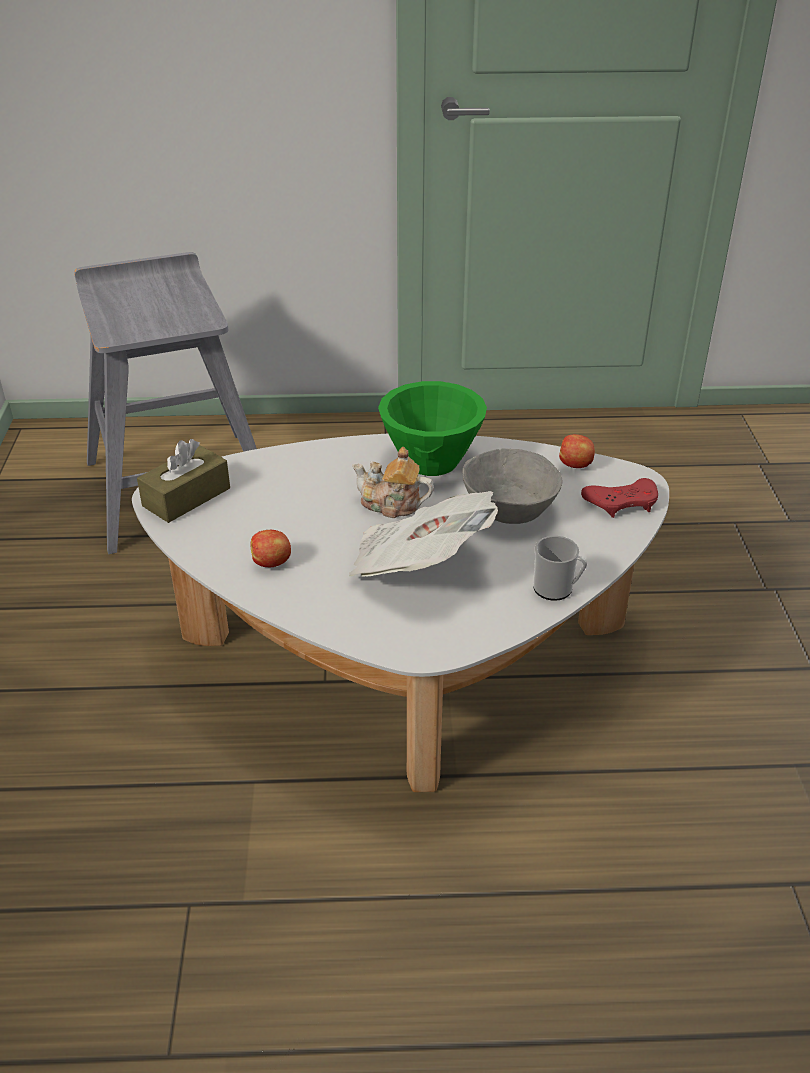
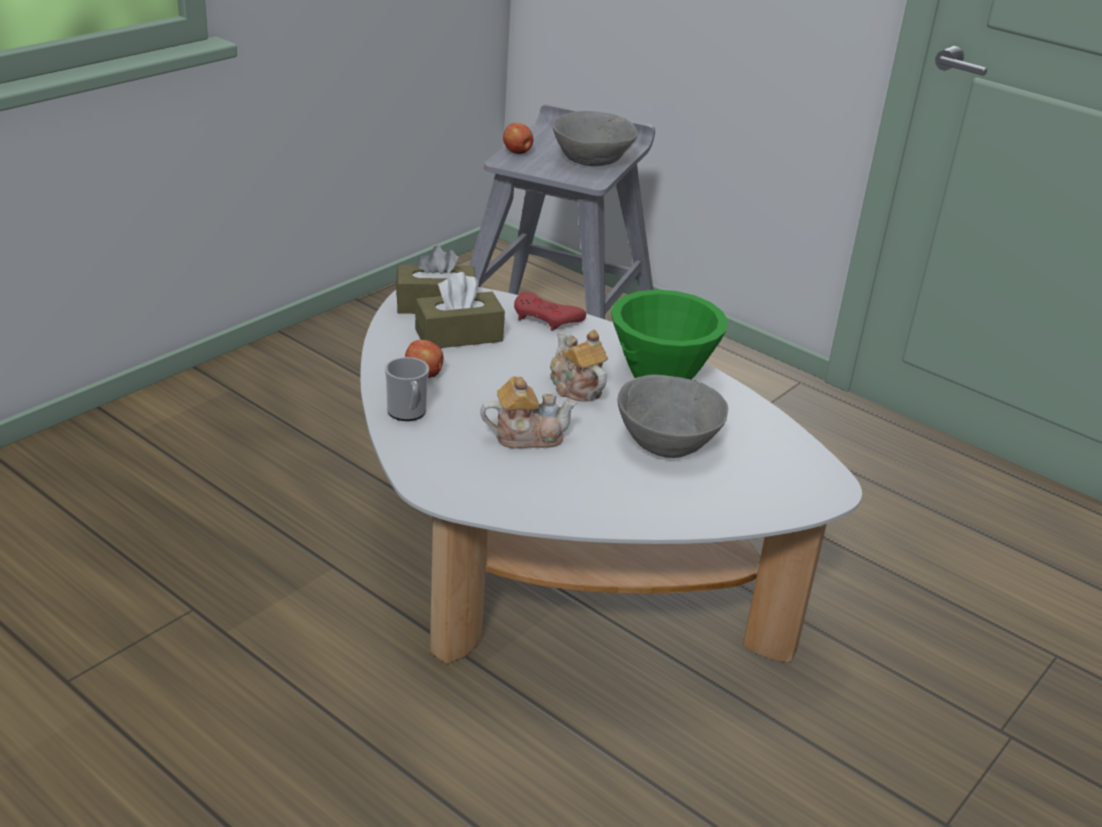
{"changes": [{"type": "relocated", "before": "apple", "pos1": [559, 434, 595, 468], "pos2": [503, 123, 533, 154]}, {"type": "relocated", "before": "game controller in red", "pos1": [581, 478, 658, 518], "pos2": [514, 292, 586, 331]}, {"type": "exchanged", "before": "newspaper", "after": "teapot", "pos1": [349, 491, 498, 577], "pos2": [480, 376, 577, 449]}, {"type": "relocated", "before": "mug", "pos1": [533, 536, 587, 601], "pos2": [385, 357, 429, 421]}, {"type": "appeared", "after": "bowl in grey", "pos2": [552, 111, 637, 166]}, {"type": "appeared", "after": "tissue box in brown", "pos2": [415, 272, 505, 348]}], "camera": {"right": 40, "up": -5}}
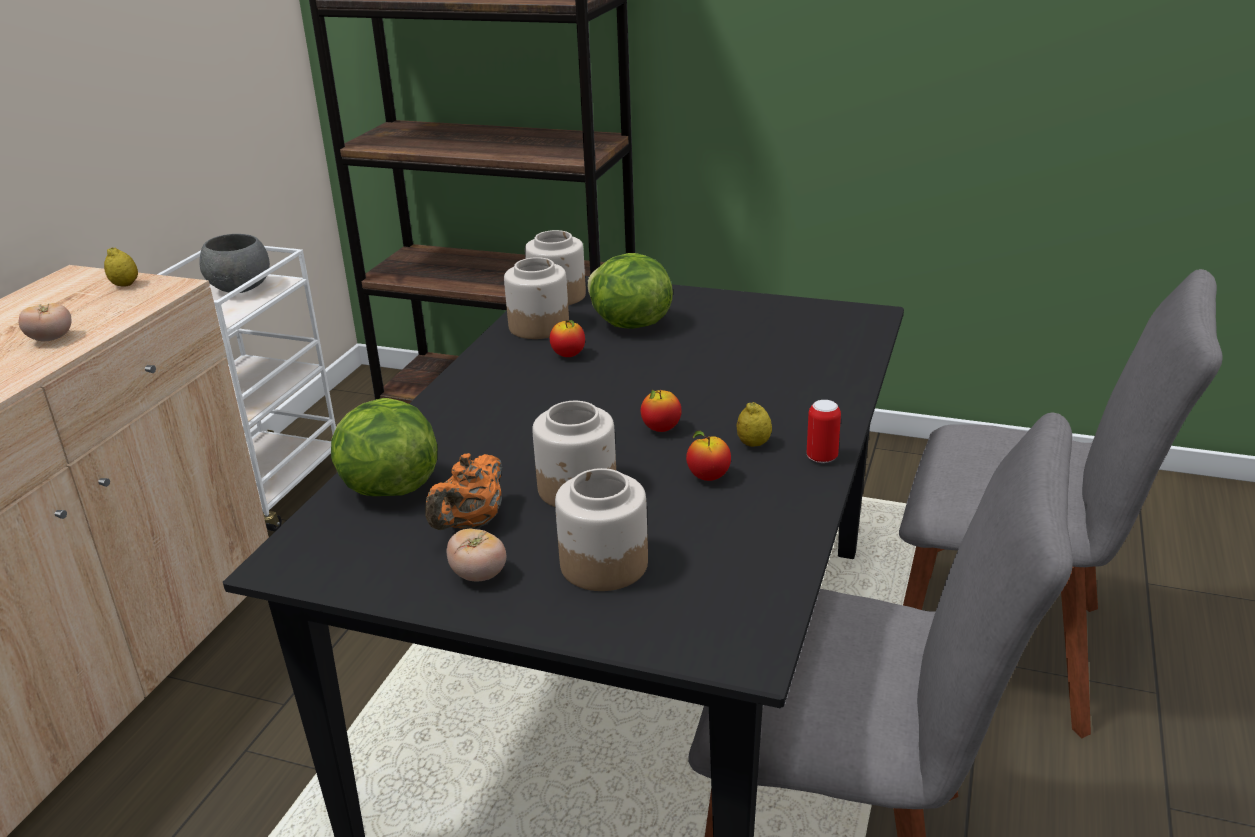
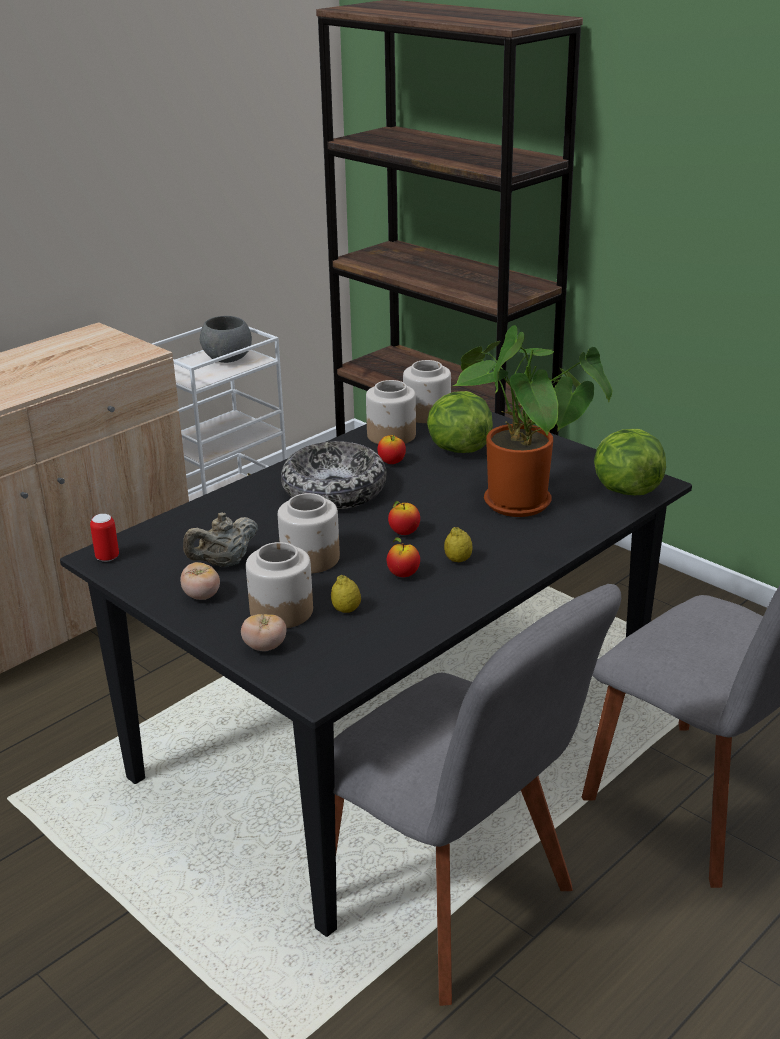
{"changes": [{"type": "relocated", "before": "lemon", "pos1": [104, 247, 138, 287], "pos2": [331, 575, 361, 613]}, {"type": "relocated", "before": "tomato", "pos1": [18, 303, 71, 341], "pos2": [241, 614, 287, 651]}, {"type": "relocated", "before": "lettuce", "pos1": [331, 398, 437, 496], "pos2": [594, 429, 666, 495]}, {"type": "relocated", "before": "can", "pos1": [807, 400, 841, 463], "pos2": [90, 514, 119, 562]}, {"type": "colour", "before": "teapot in orange", "after": "teapot in beige", "pos1": [425, 453, 502, 530], "pos2": [183, 512, 258, 567]}, {"type": "appeared", "after": "potted plant", "pos2": [453, 325, 612, 517]}, {"type": "appeared", "after": "bowl", "pos2": [281, 441, 387, 510]}], "camera": {"right": 25, "up": 0}}
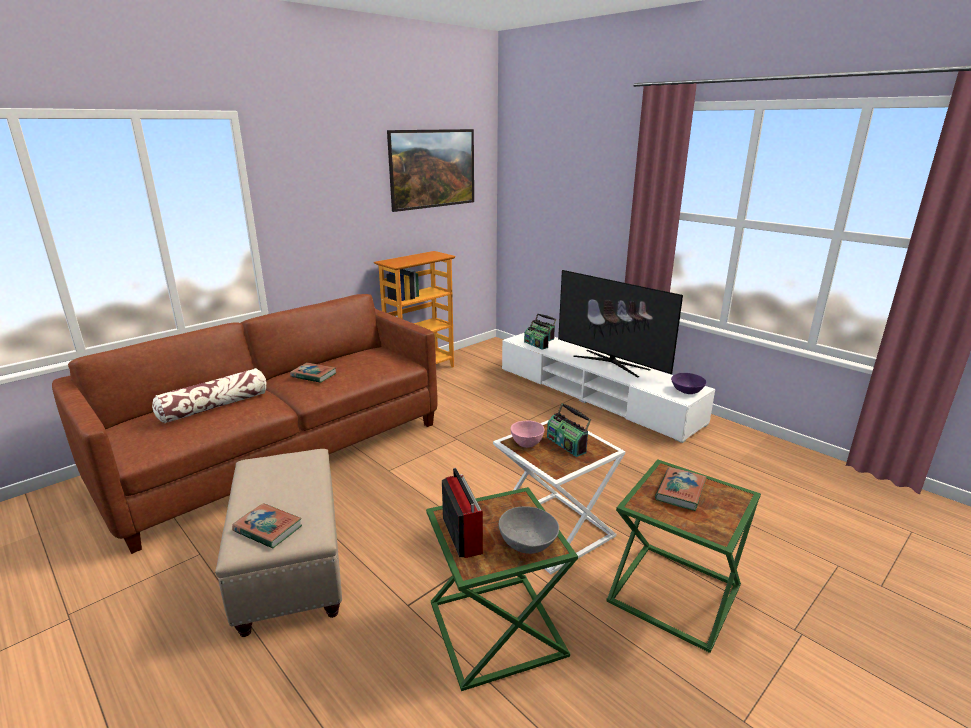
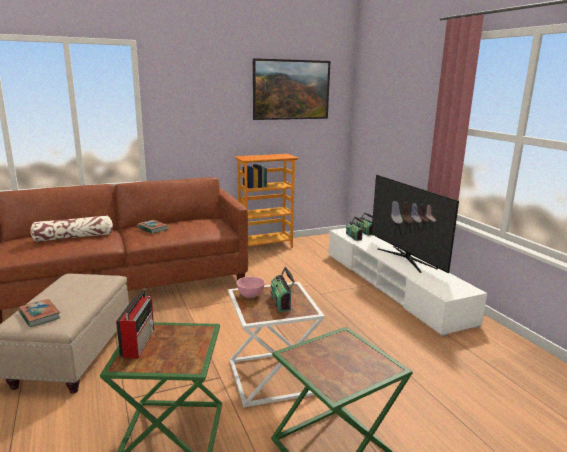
{"changes": [{"type": "missing", "before": "bowl in purple", "pos1": [671, 373, 706, 394]}, {"type": "missing", "before": "book", "pos1": [655, 467, 707, 511]}, {"type": "missing", "before": "bowl in grey", "pos1": [499, 507, 559, 554]}], "camera": {"right": 20, "up": -5}}
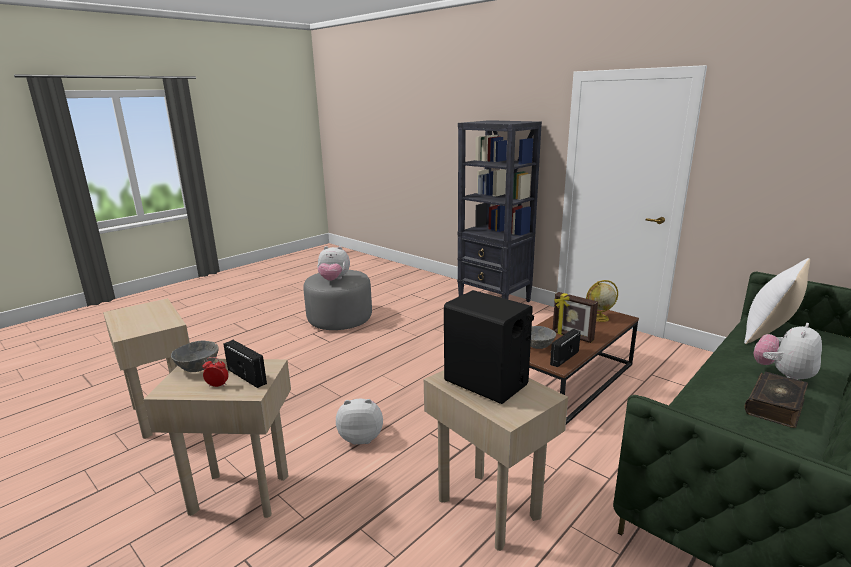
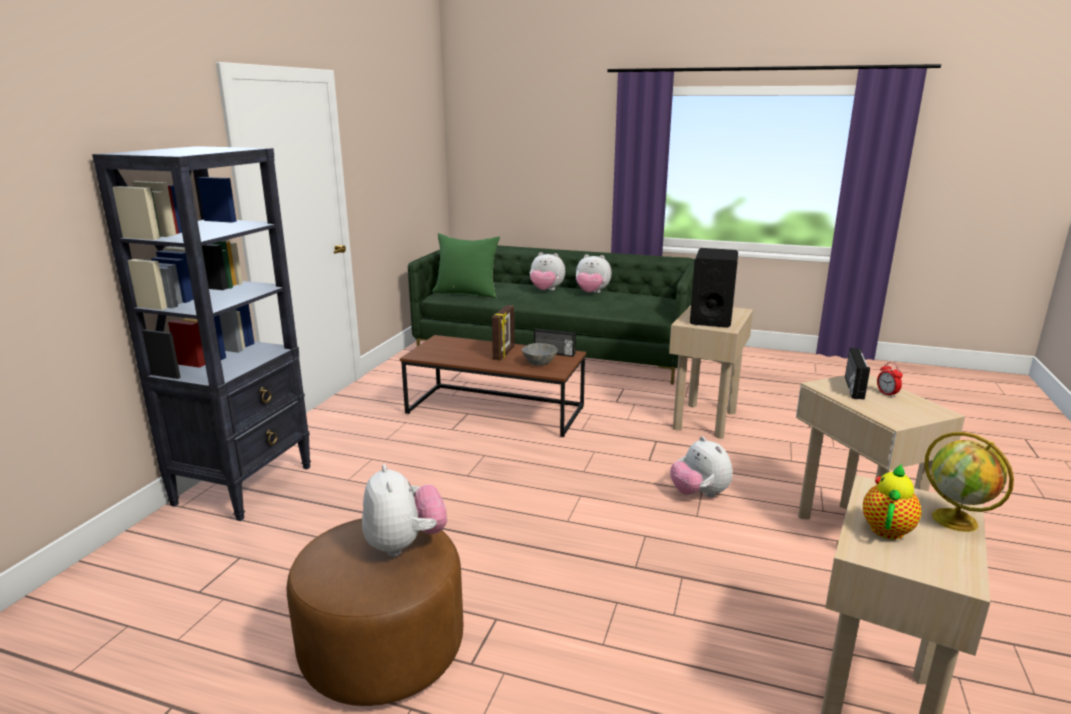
{"changes": [{"type": "colour", "before": "pillow in white", "after": "pillow in green", "pos1": [744, 258, 810, 344], "pos2": [432, 233, 500, 298]}, {"type": "colour", "before": "ottoman in grey", "after": "ottoman in brown", "pos1": [303, 270, 372, 330], "pos2": [287, 518, 463, 706]}, {"type": "relocated", "before": "globe", "pos1": [586, 280, 618, 322], "pos2": [925, 432, 1014, 532]}, {"type": "missing", "before": "bowl in grey", "pos1": [171, 340, 218, 372]}, {"type": "exchanged", "before": "book", "after": "plush toy", "pos1": [745, 372, 808, 428], "pos2": [576, 254, 612, 293]}, {"type": "appeared", "after": "teapot", "pos2": [863, 463, 922, 539]}], "camera": {"right": -115, "up": 0}}
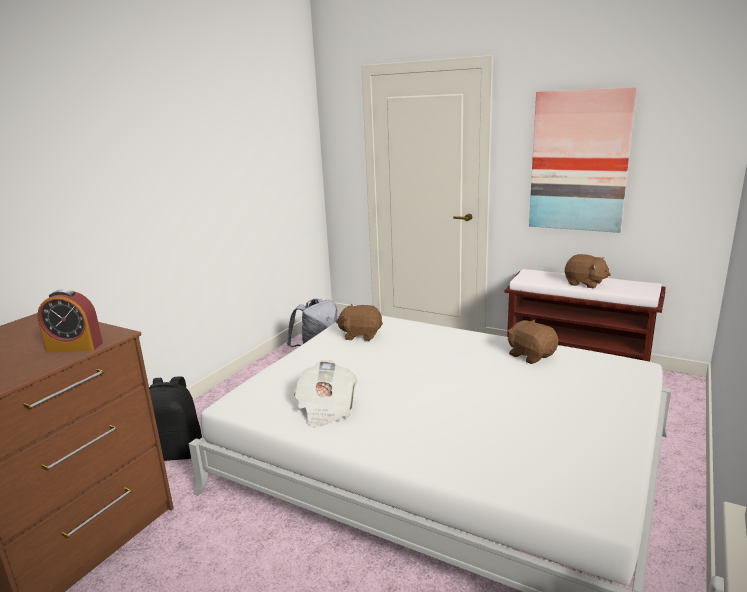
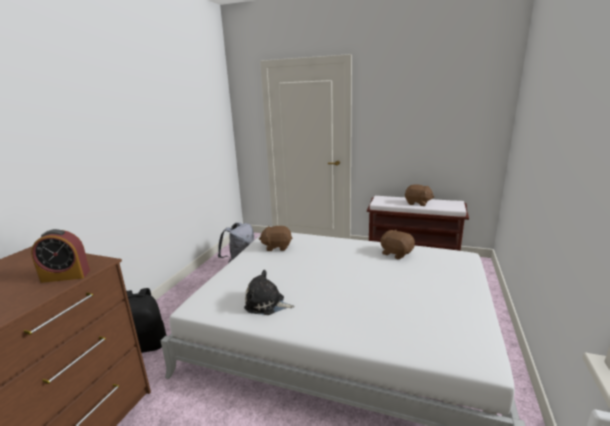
{"changes": [{"type": "missing", "before": "picture", "pos1": [529, 87, 637, 233]}, {"type": "exchanged", "before": "newspaper", "after": "plush toy", "pos1": [294, 360, 357, 427], "pos2": [244, 270, 294, 315]}], "camera": {"right": -10, "up": 0}}
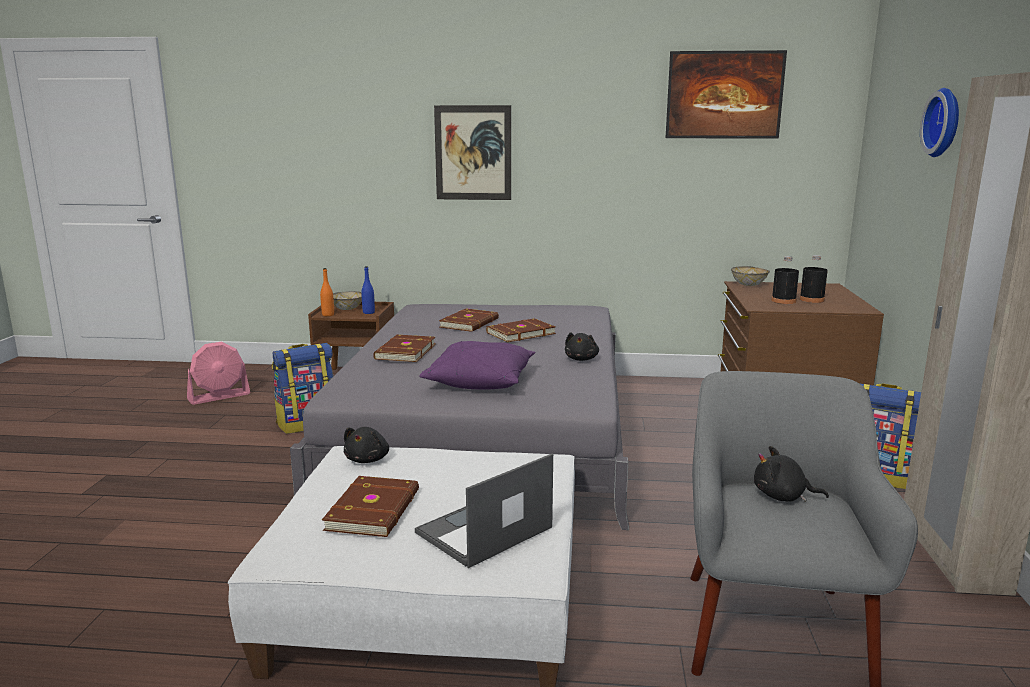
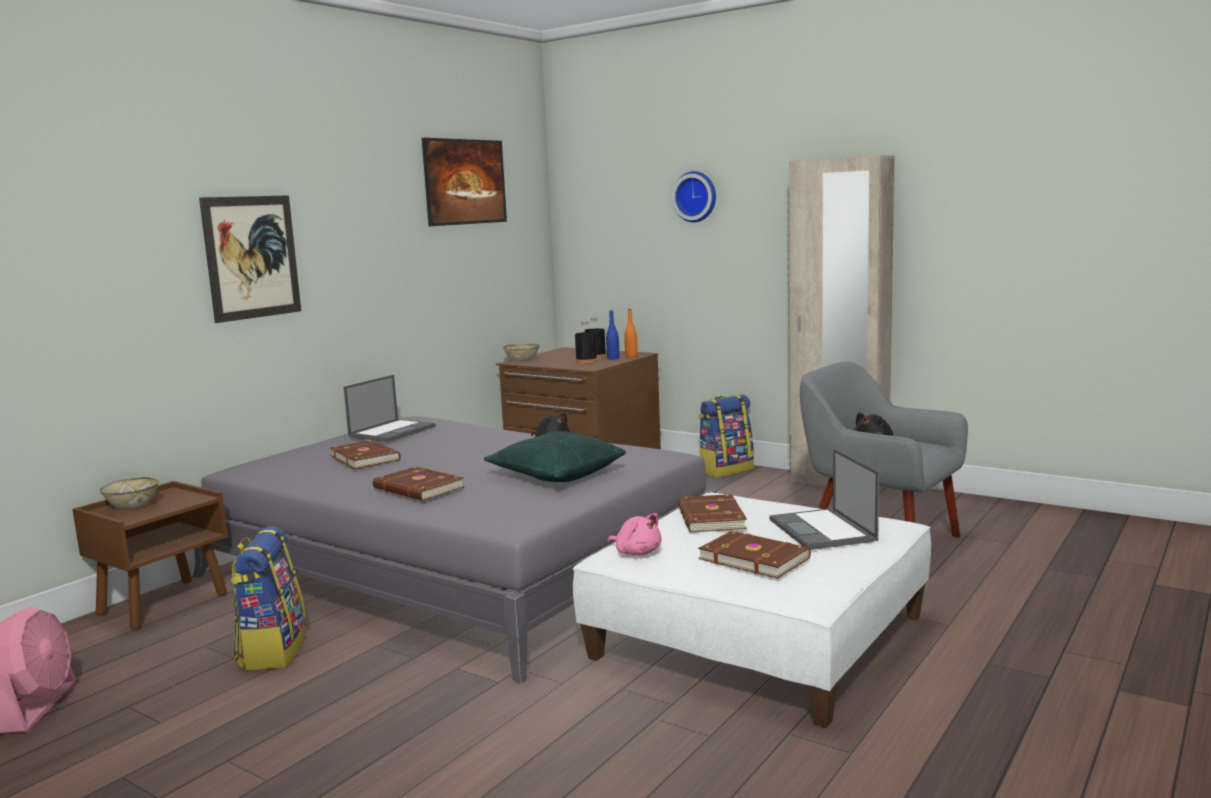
{"changes": [{"type": "relocated", "before": "bottle in blue", "pos1": [361, 266, 375, 314], "pos2": [606, 310, 619, 360]}, {"type": "relocated", "before": "bottle in orange", "pos1": [320, 268, 334, 316], "pos2": [624, 309, 638, 358]}, {"type": "relocated", "before": "book in brown", "pos1": [486, 318, 556, 342], "pos2": [678, 494, 747, 532]}, {"type": "colour", "before": "pillow in purple", "after": "pillow in green", "pos1": [419, 341, 535, 390], "pos2": [484, 431, 626, 482]}, {"type": "colour", "before": "plush toy in black", "after": "plush toy in pink", "pos1": [344, 427, 389, 463], "pos2": [607, 513, 662, 556]}, {"type": "appeared", "after": "laptop", "pos2": [344, 375, 436, 442]}], "camera": {"right": -60, "up": -5}}
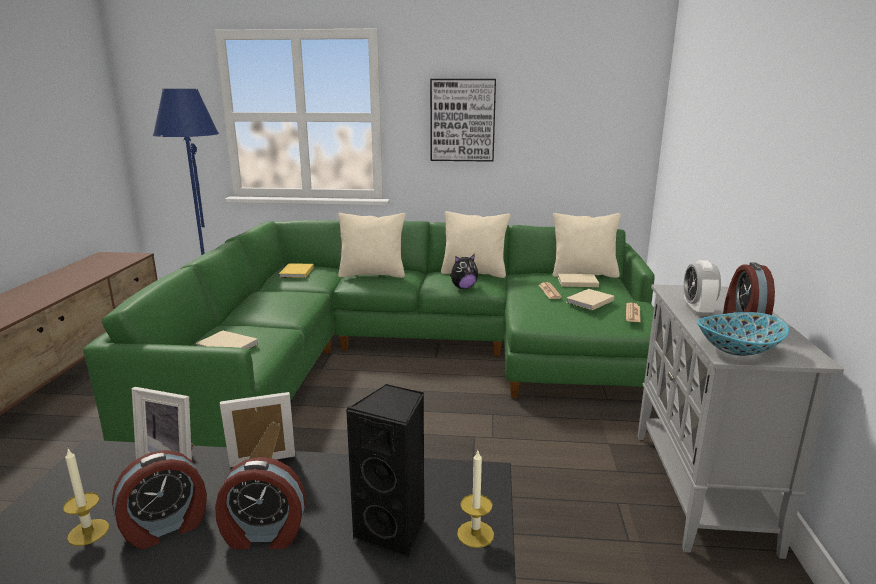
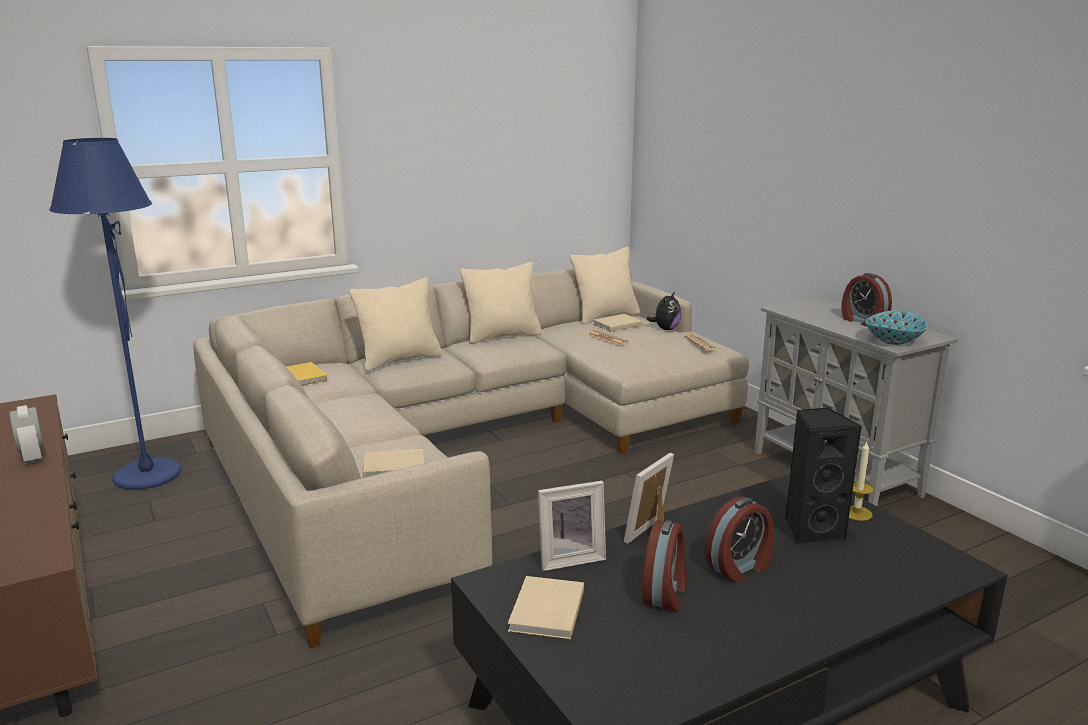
{"changes": [{"type": "missing", "before": "picture", "pos1": [430, 79, 496, 162]}, {"type": "colour", "before": "sofa in green", "after": "sofa in beige", "pos1": [83, 220, 655, 447], "pos2": [193, 267, 749, 649]}, {"type": "relocated", "before": "plush toy", "pos1": [450, 254, 478, 289], "pos2": [647, 291, 681, 330]}, {"type": "relocated", "before": "alarm clock", "pos1": [684, 260, 721, 316], "pos2": [10, 405, 44, 464]}, {"type": "relocated", "before": "book in beige", "pos1": [566, 289, 614, 310], "pos2": [508, 576, 584, 640]}, {"type": "missing", "before": "candle", "pos1": [63, 449, 109, 546]}], "camera": {"right": -35, "up": 0}}
